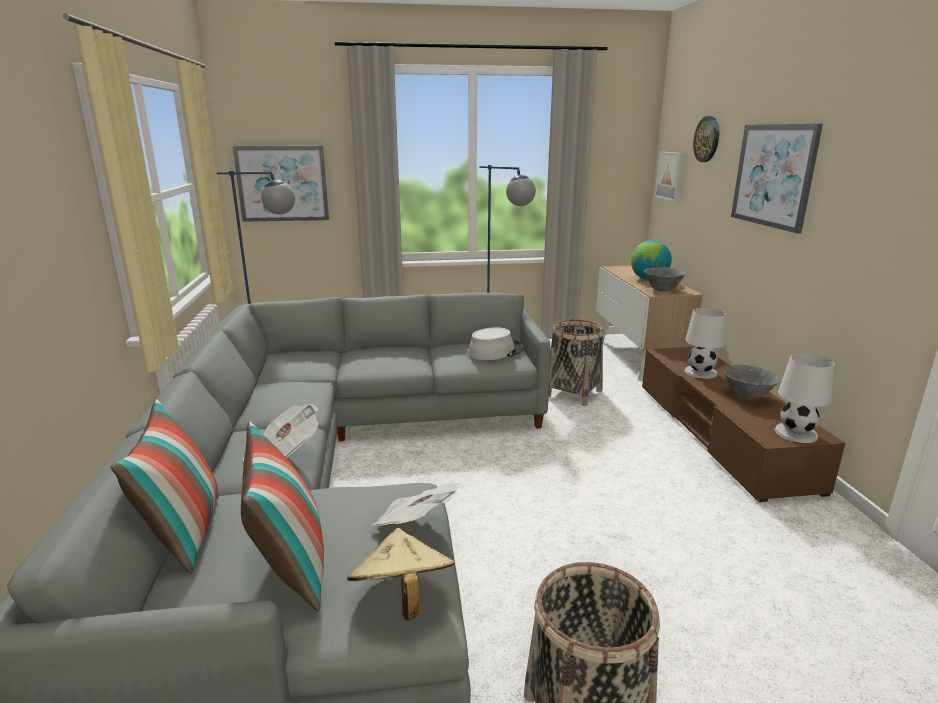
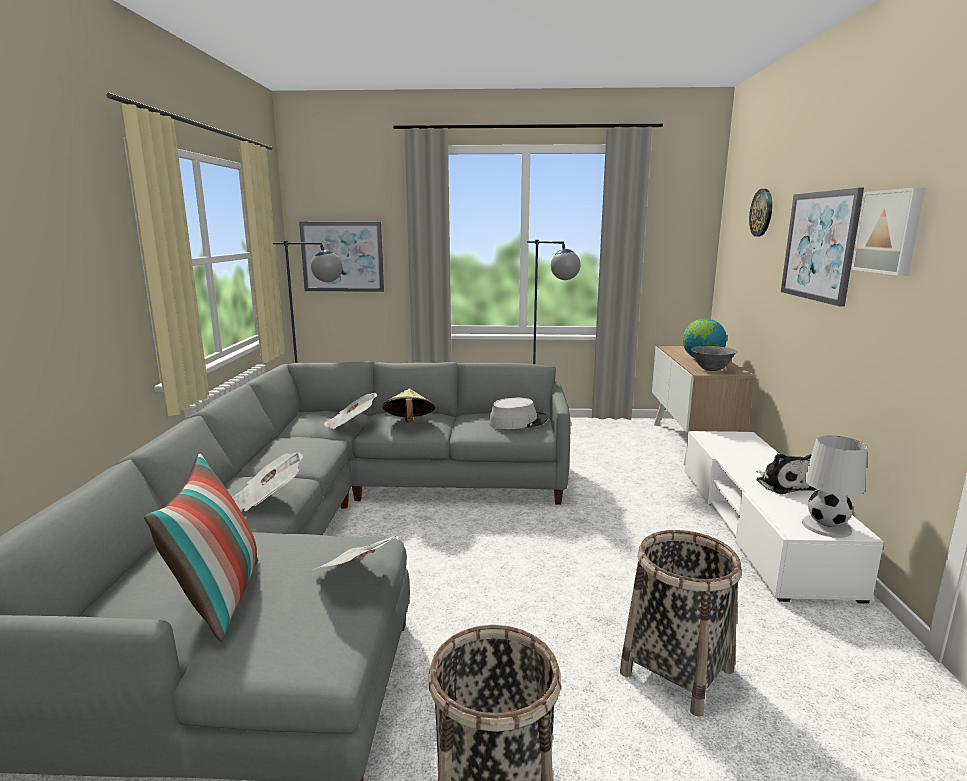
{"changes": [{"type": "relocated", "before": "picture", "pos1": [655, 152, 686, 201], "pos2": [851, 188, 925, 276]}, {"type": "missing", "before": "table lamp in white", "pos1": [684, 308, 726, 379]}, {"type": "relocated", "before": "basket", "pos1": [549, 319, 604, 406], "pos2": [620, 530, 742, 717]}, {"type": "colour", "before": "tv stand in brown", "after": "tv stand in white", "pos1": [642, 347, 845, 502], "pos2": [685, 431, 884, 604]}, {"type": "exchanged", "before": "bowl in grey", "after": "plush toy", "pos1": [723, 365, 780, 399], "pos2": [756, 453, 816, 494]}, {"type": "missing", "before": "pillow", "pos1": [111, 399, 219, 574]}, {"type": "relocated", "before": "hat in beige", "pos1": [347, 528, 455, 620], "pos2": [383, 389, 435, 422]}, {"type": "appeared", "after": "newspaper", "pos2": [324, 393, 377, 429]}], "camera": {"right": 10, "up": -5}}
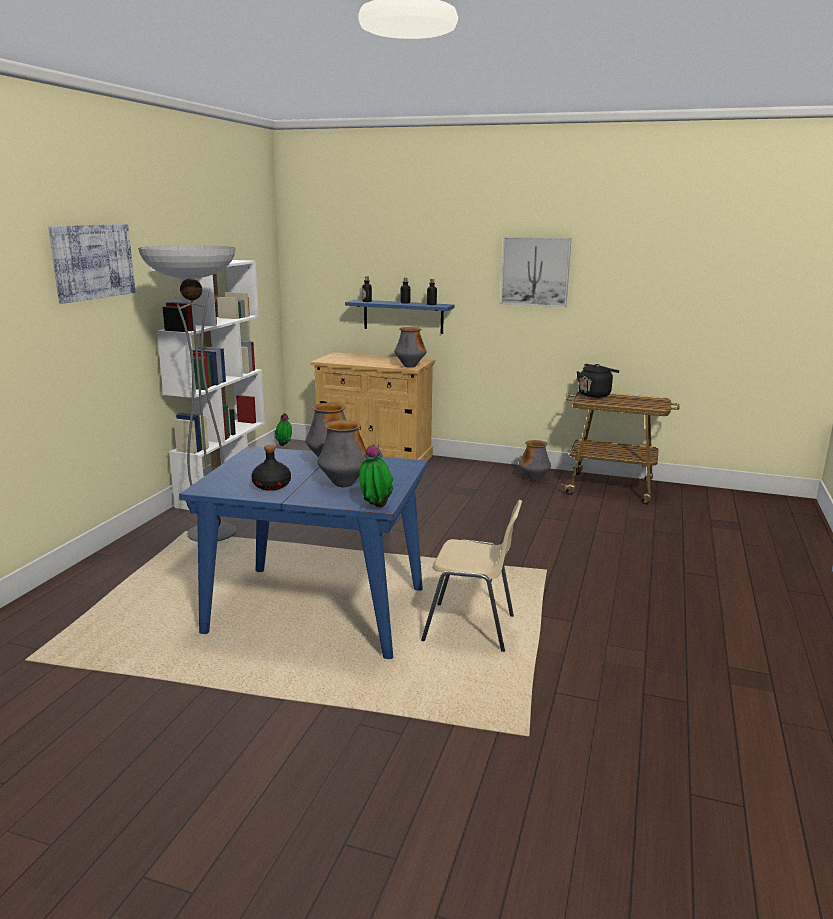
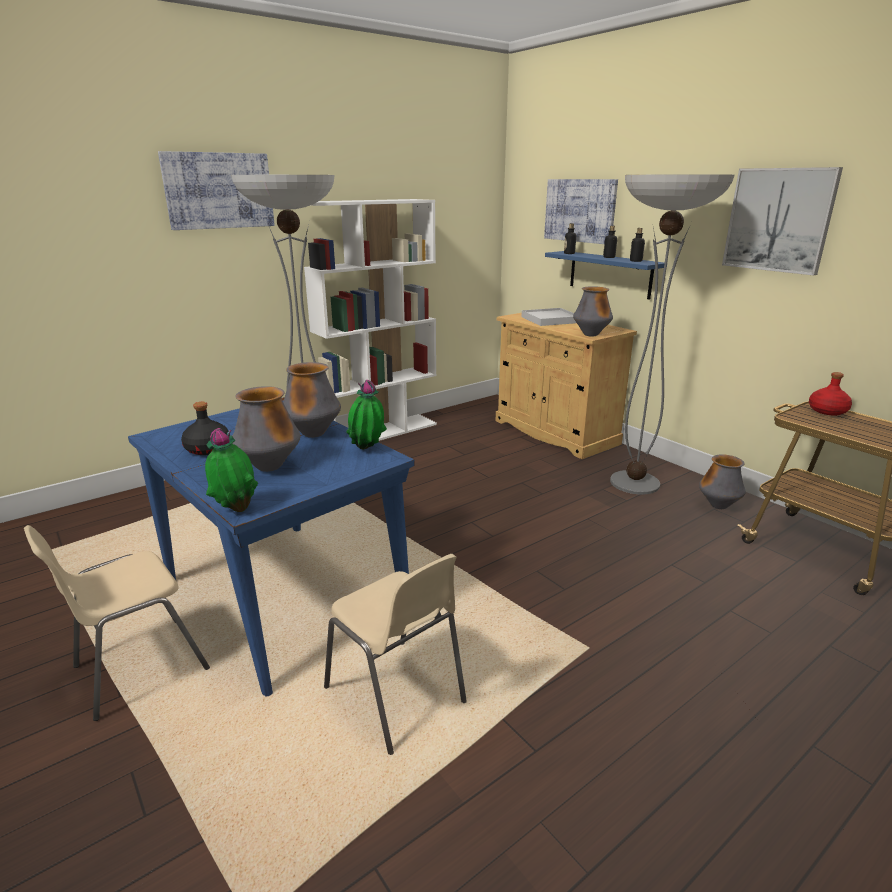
{"changes": [{"type": "exchanged", "before": "kettle in black", "after": "bottle in red", "pos1": [577, 364, 619, 398], "pos2": [809, 372, 852, 415]}, {"type": "relocated", "before": "potted plant", "pos1": [275, 413, 292, 446], "pos2": [346, 380, 387, 450]}, {"type": "appeared", "after": "floor lamp", "pos2": [610, 174, 735, 495]}, {"type": "appeared", "after": "picture", "pos2": [544, 179, 618, 244]}, {"type": "appeared", "after": "tray in white", "pos2": [521, 308, 576, 326]}, {"type": "appeared", "after": "chair in beige", "pos2": [24, 525, 210, 721]}], "camera": {"right": 35, "up": 5}}
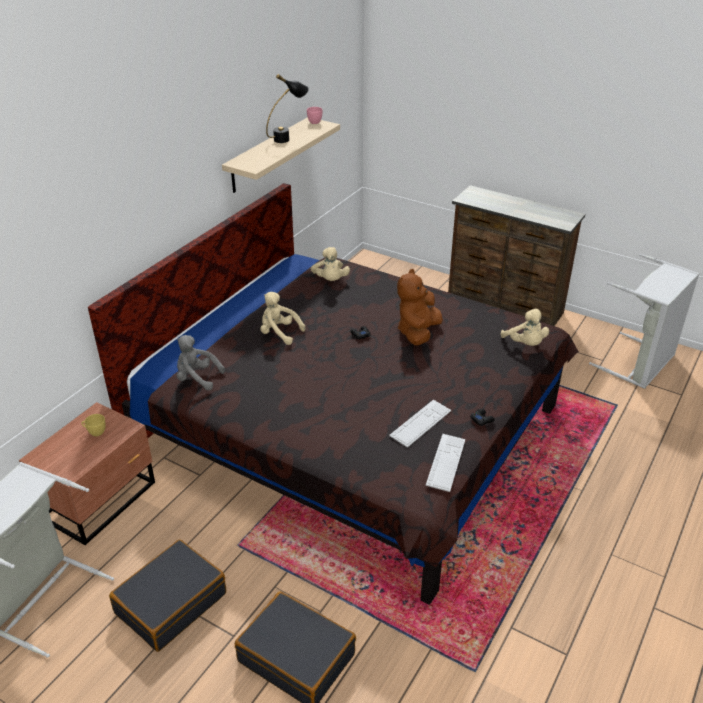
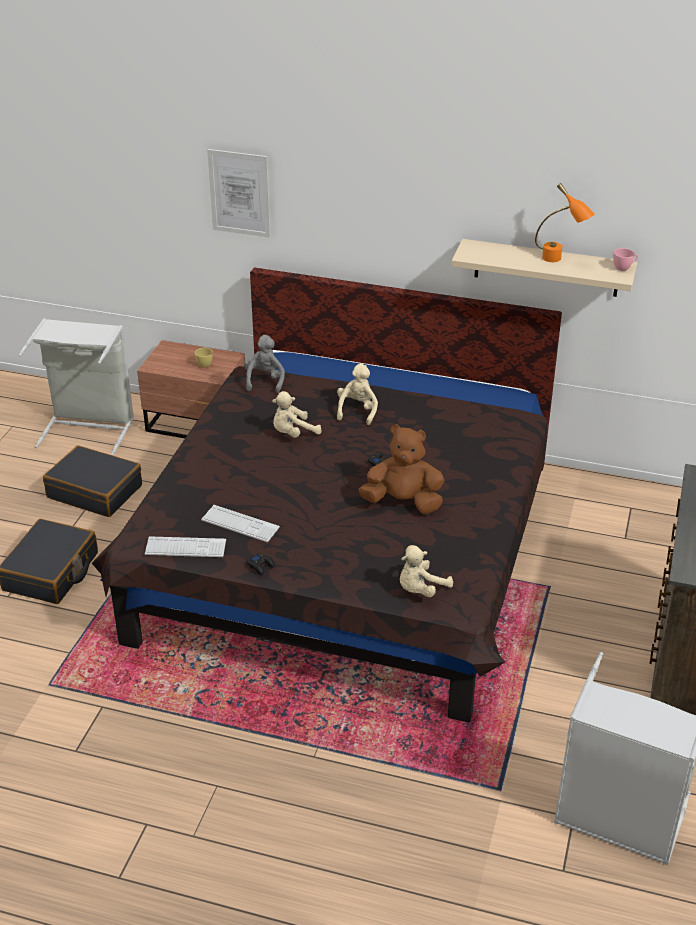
{"changes": [{"type": "colour", "before": "table lamp in black", "after": "table lamp in orange", "pos1": [266, 74, 309, 143], "pos2": [535, 183, 595, 262]}, {"type": "relocated", "before": "plush toy in beige", "pos1": [311, 247, 350, 281], "pos2": [272, 391, 322, 438]}, {"type": "appeared", "after": "picture", "pos2": [207, 149, 270, 238]}], "camera": {"right": 75, "up": 0}}
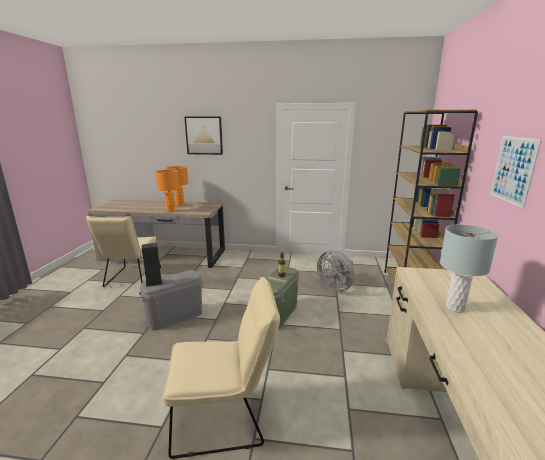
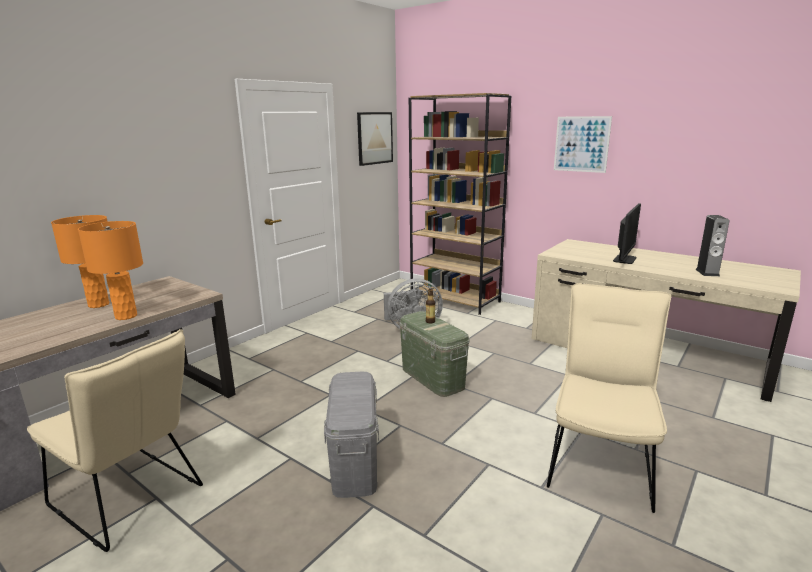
{"changes": [{"type": "relocated", "before": "picture", "pos1": [184, 116, 223, 155], "pos2": [357, 112, 393, 166]}, {"type": "exchanged", "before": "table lamp in grey", "after": "monitor", "pos1": [440, 224, 498, 313], "pos2": [613, 203, 641, 264]}, {"type": "relocated", "before": "speaker", "pos1": [141, 243, 163, 287], "pos2": [695, 215, 729, 276]}], "camera": {"right": -60, "up": 0}}
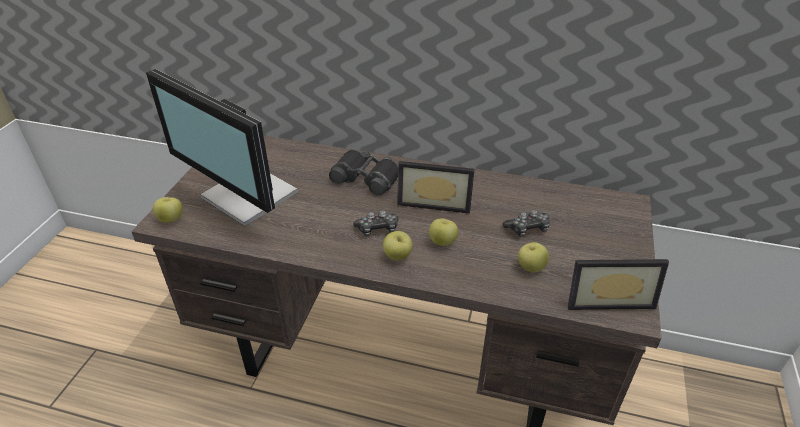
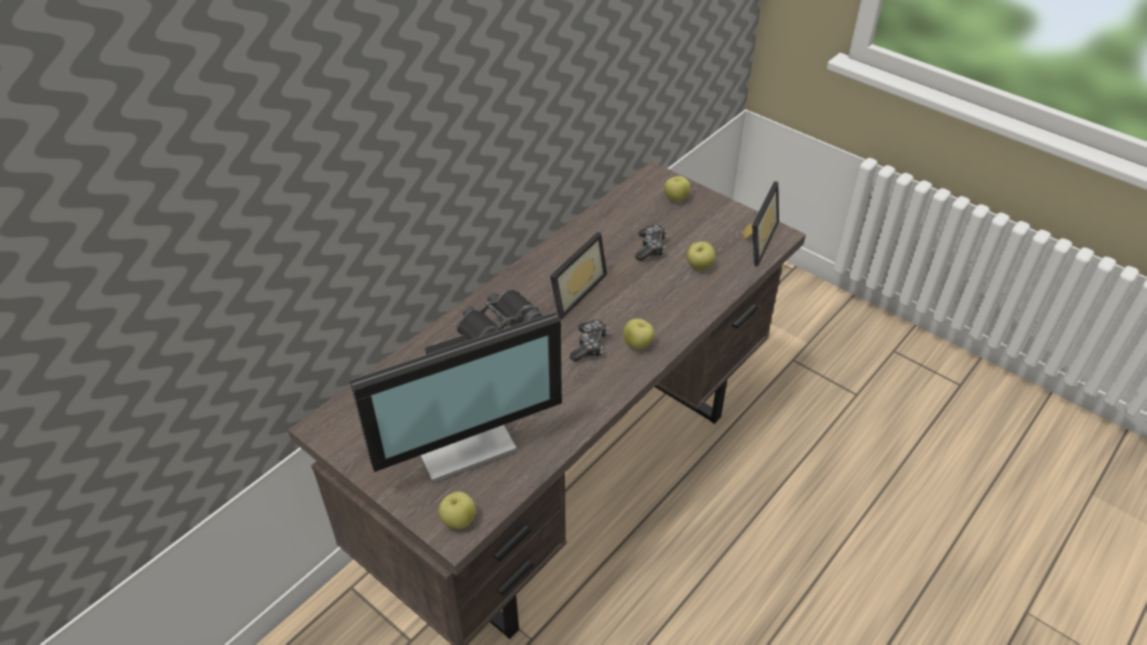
{"changes": [{"type": "relocated", "before": "apple", "pos1": [429, 218, 458, 246], "pos2": [664, 176, 690, 202]}], "camera": {"right": -65, "up": 5}}
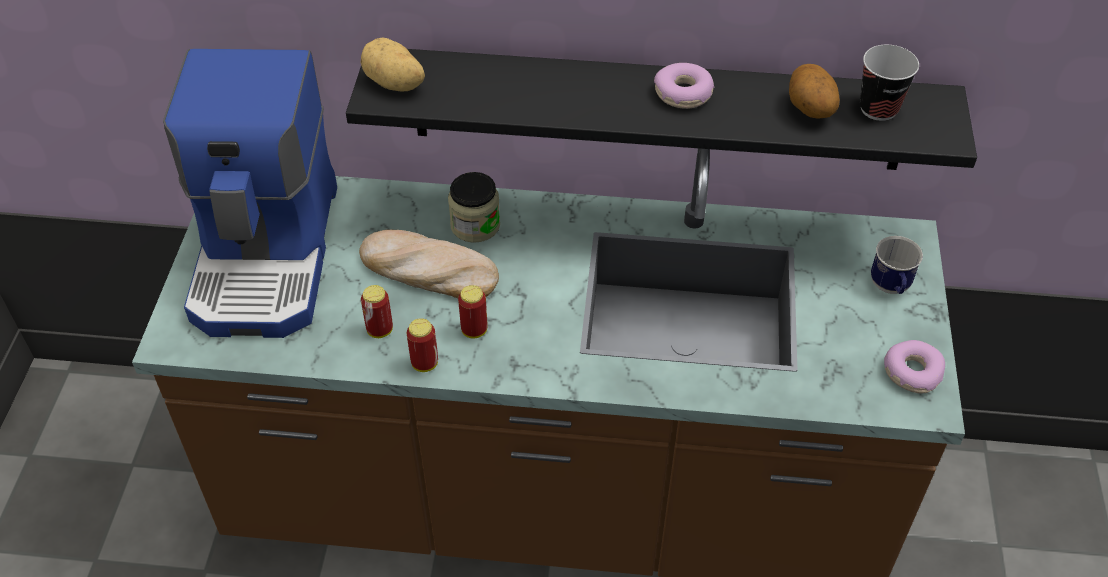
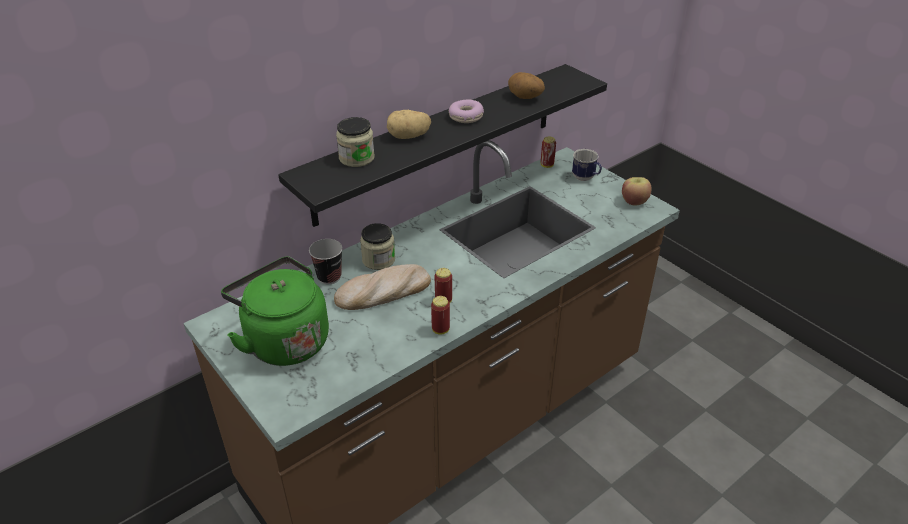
{"changes": [{"type": "relocated", "before": "potato", "pos1": [361, 37, 425, 92], "pos2": [387, 110, 431, 139]}, {"type": "relocated", "before": "cup", "pos1": [860, 45, 919, 121], "pos2": [309, 239, 343, 284]}, {"type": "exchanged", "before": "coffee machine", "after": "kettle in green", "pos1": [163, 49, 337, 338], "pos2": [221, 256, 329, 366]}, {"type": "relocated", "before": "can", "pos1": [361, 285, 393, 338], "pos2": [541, 136, 556, 168]}, {"type": "exchanged", "before": "donut", "after": "apple", "pos1": [884, 340, 945, 393], "pos2": [622, 177, 651, 205]}, {"type": "appeared", "after": "jar", "pos2": [336, 117, 375, 167]}], "camera": {"right": -45, "up": -10}}
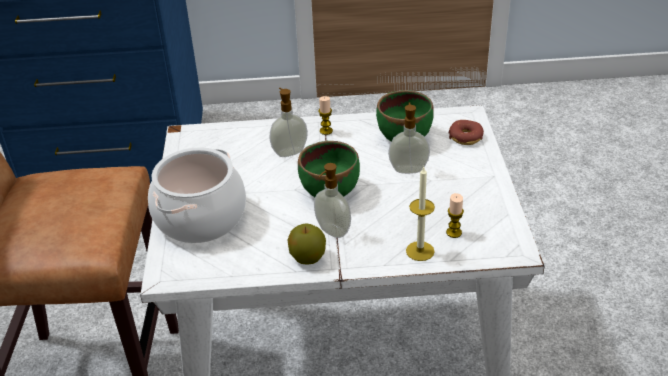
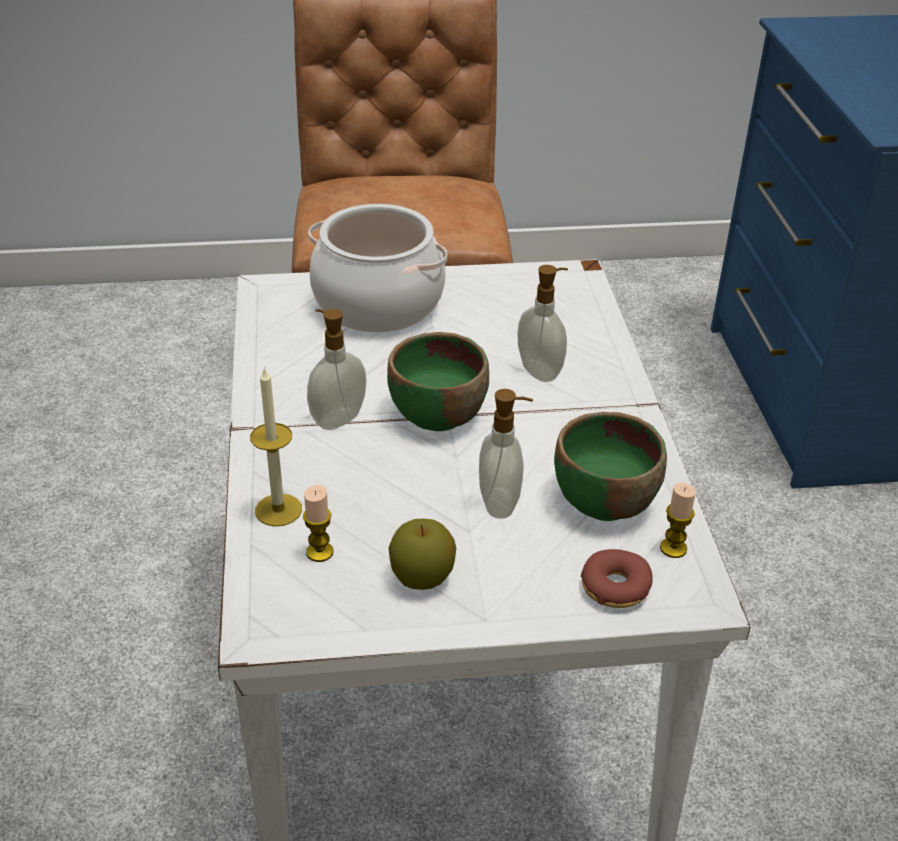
{"changes": [{"type": "relocated", "before": "candle", "pos1": [318, 96, 333, 135], "pos2": [660, 483, 696, 558]}, {"type": "relocated", "before": "apple", "pos1": [287, 223, 326, 265], "pos2": [388, 518, 456, 590]}], "camera": {"right": 85, "up": 0}}
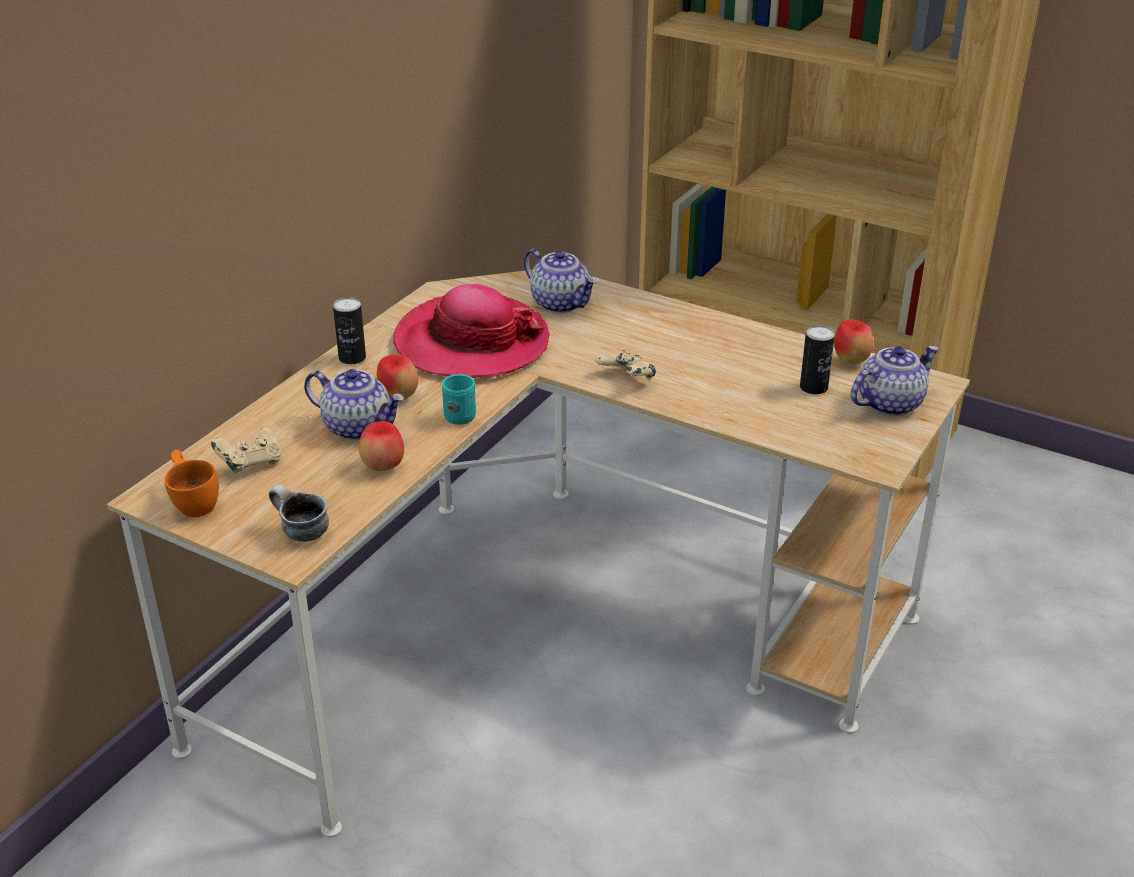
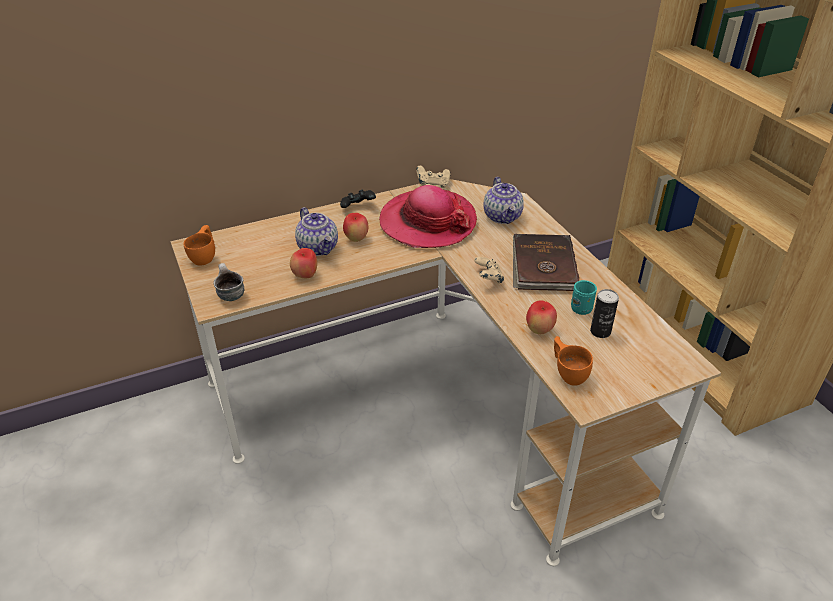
{"changes": [{"type": "exchanged", "before": "can", "after": "game controller in black", "pos1": [333, 297, 366, 364], "pos2": [340, 190, 376, 208]}, {"type": "relocated", "before": "apple", "pos1": [834, 320, 874, 365], "pos2": [526, 300, 557, 334]}, {"type": "missing", "before": "teapot", "pos1": [851, 346, 939, 416]}, {"type": "relocated", "before": "mug in turquoise", "pos1": [442, 374, 476, 425], "pos2": [571, 280, 597, 315]}, {"type": "relocated", "before": "game controller in beige", "pos1": [211, 428, 281, 473], "pos2": [416, 166, 450, 188]}, {"type": "appeared", "after": "book in brown", "pos2": [513, 234, 579, 291]}, {"type": "appeared", "after": "cup in orange", "pos2": [554, 336, 593, 386]}], "camera": {"right": 35, "up": 5}}
